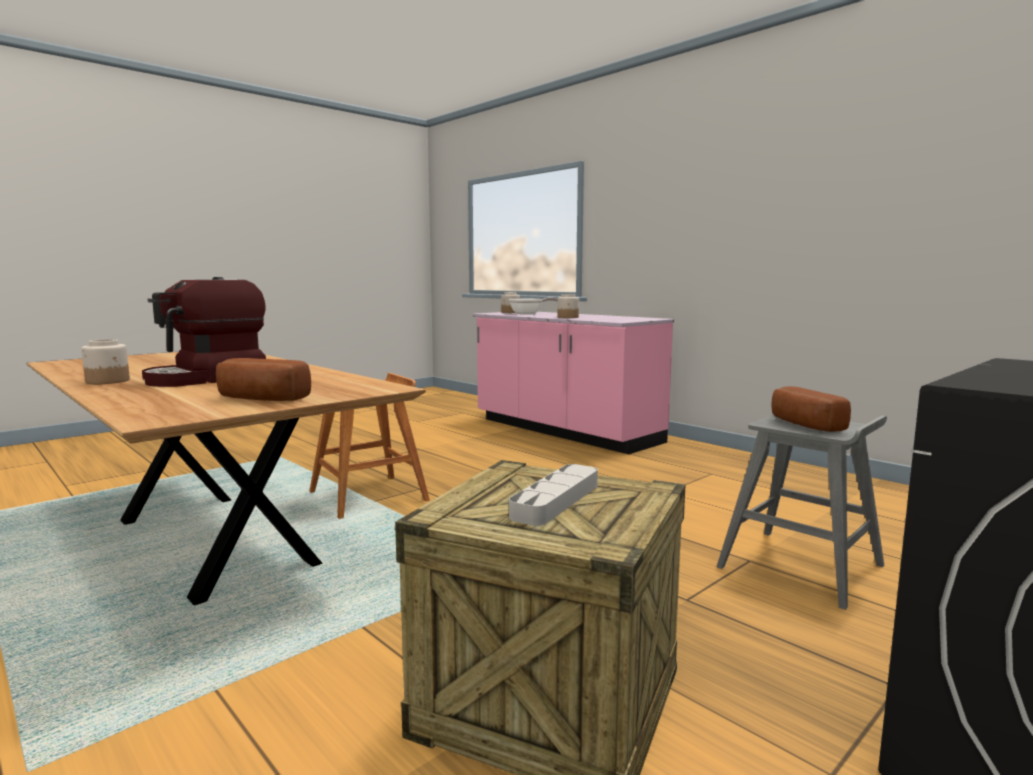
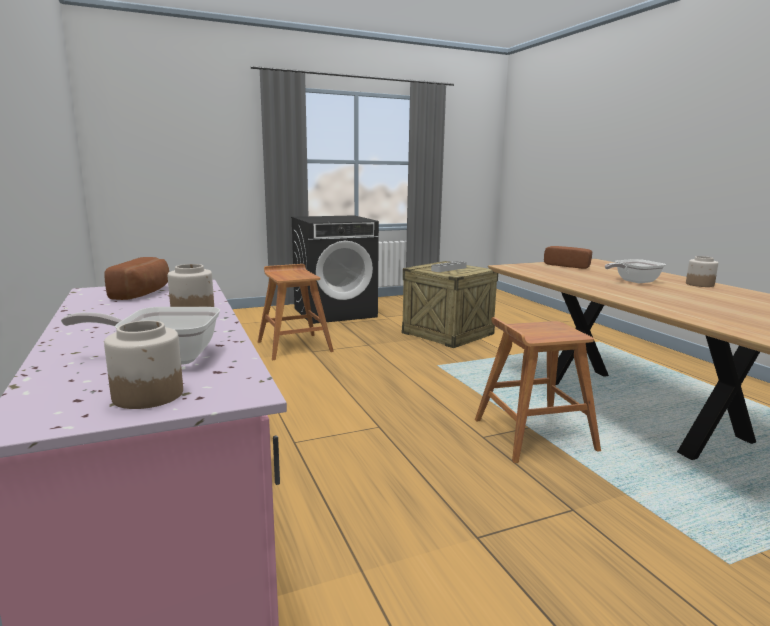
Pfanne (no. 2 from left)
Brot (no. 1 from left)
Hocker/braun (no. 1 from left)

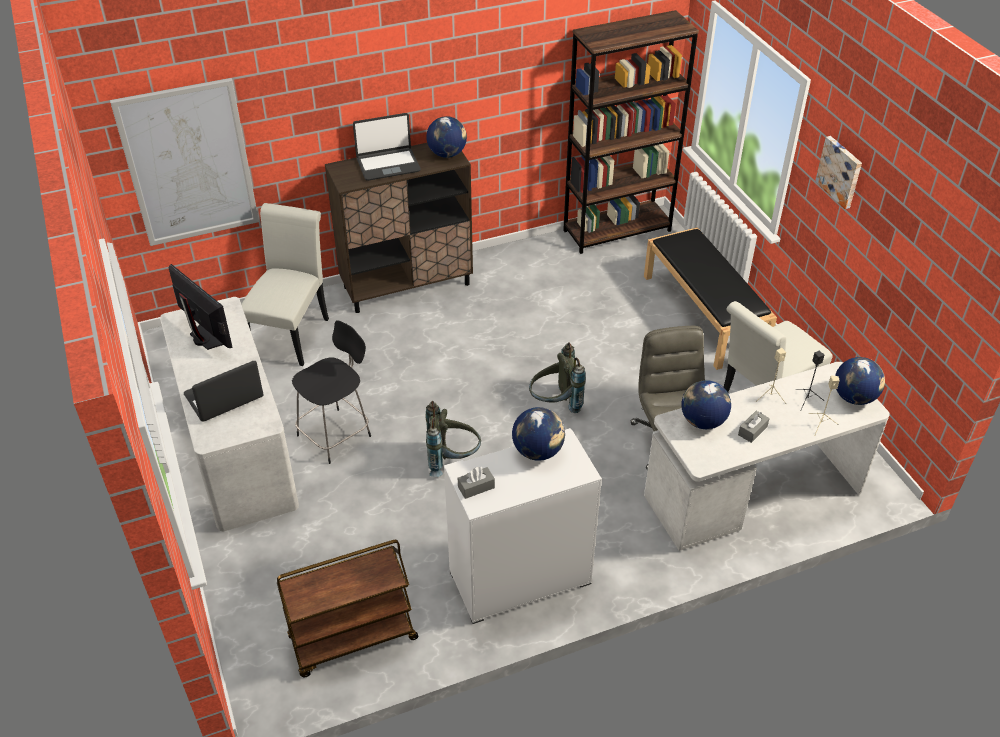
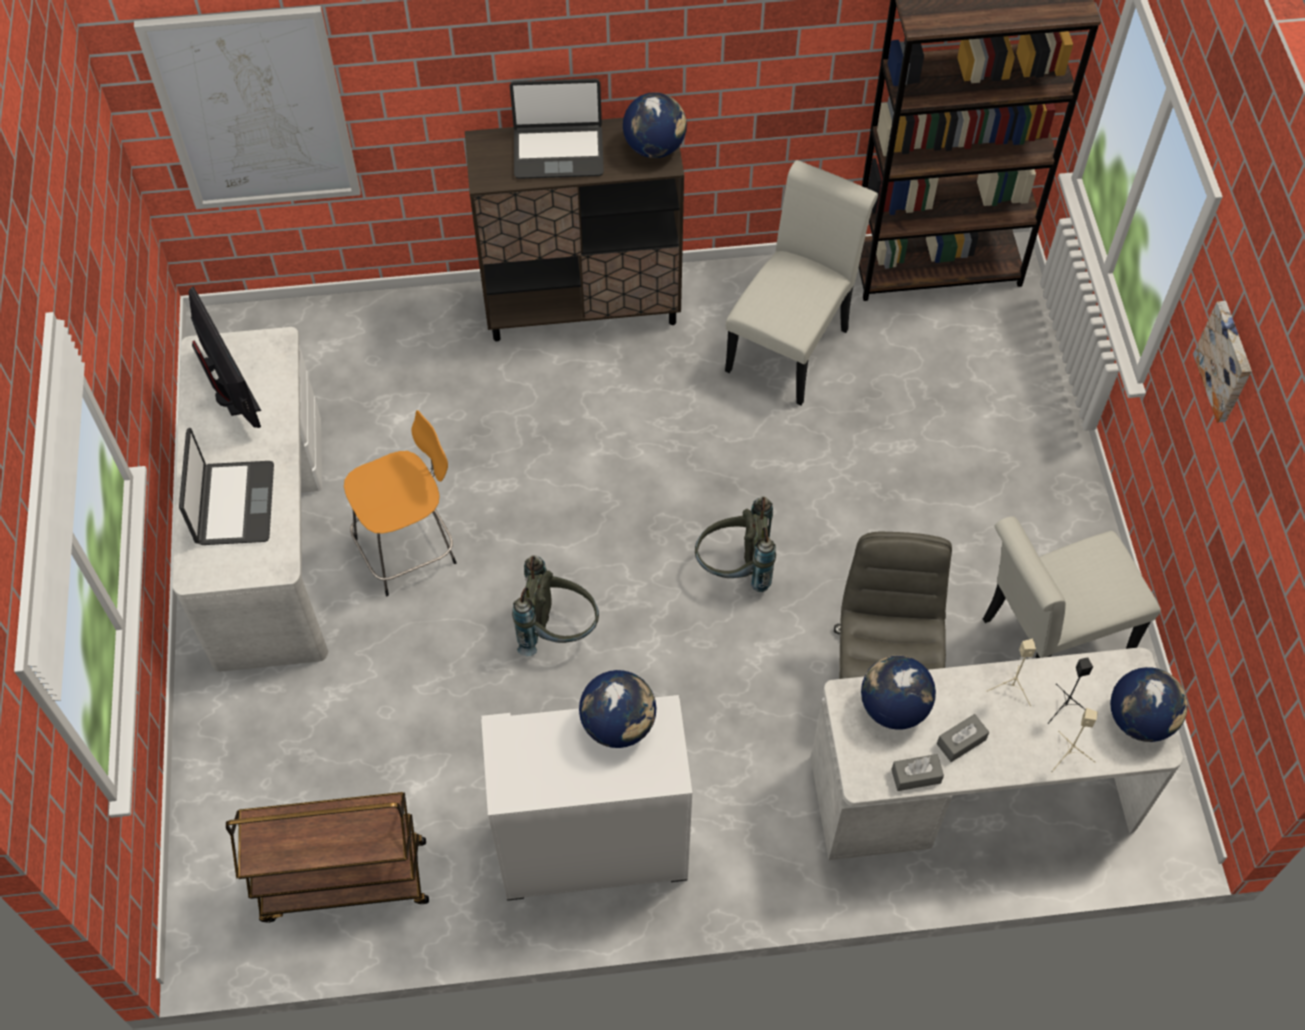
Stuhl/weiß (no. 1 from left)
Bank/schwarz
Hocker/orange
Laptop (no. 1 from left)
Taschentuchbox/grau (no. 1 from left)

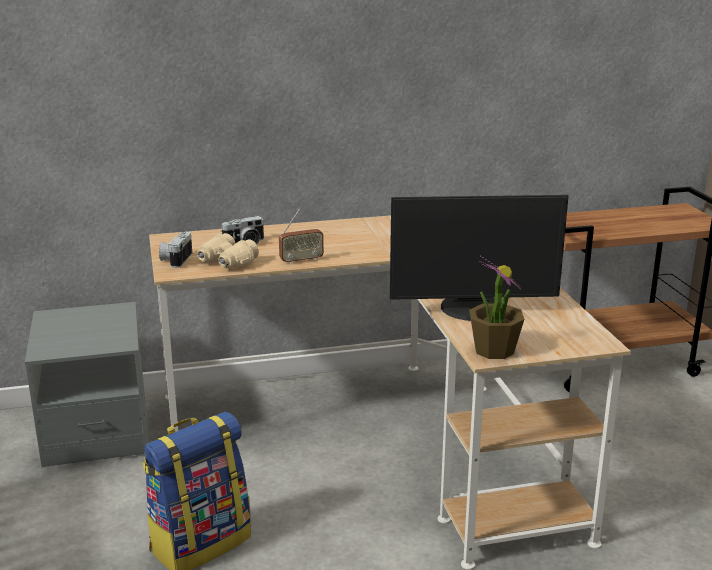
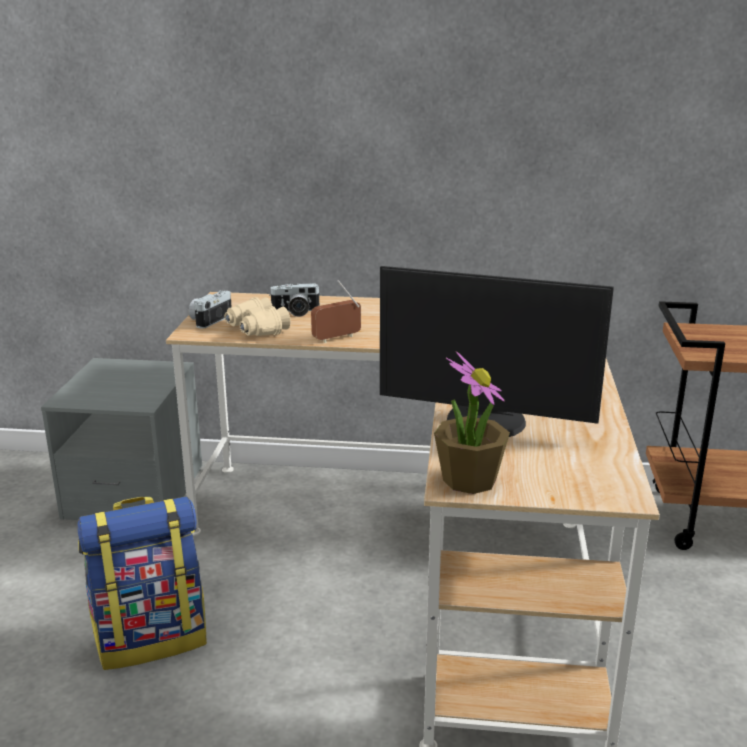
Radio

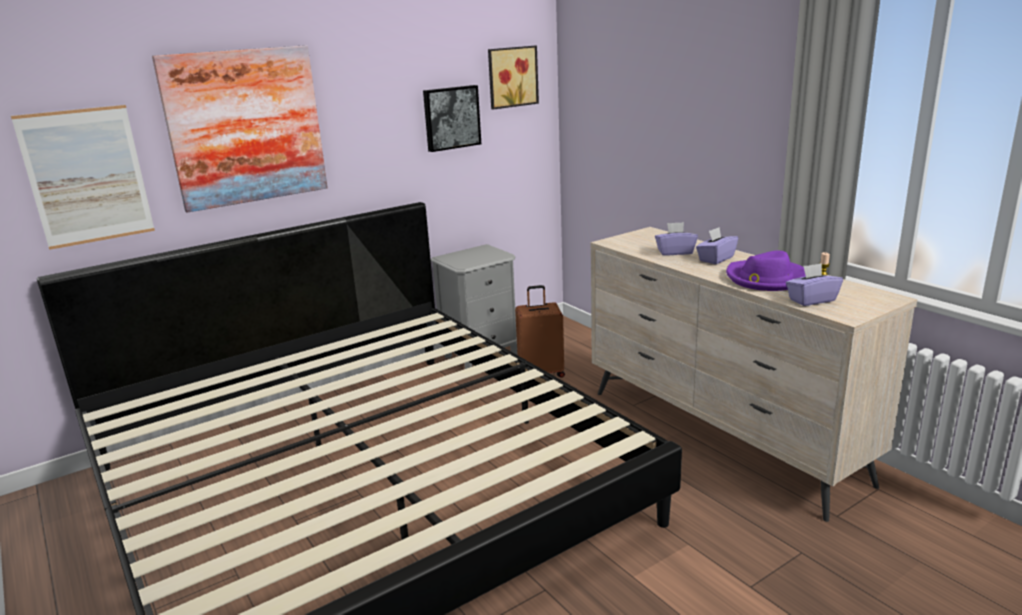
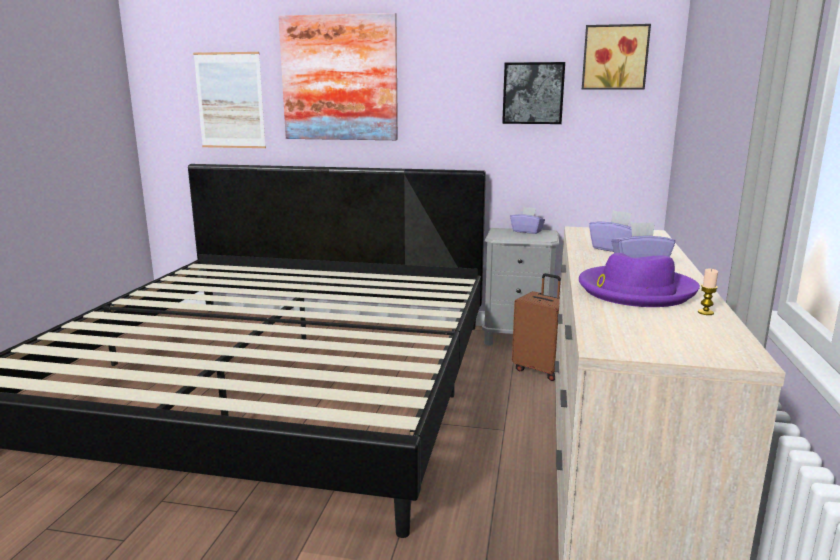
Taschentuchbox/lila (no. 1 from left)

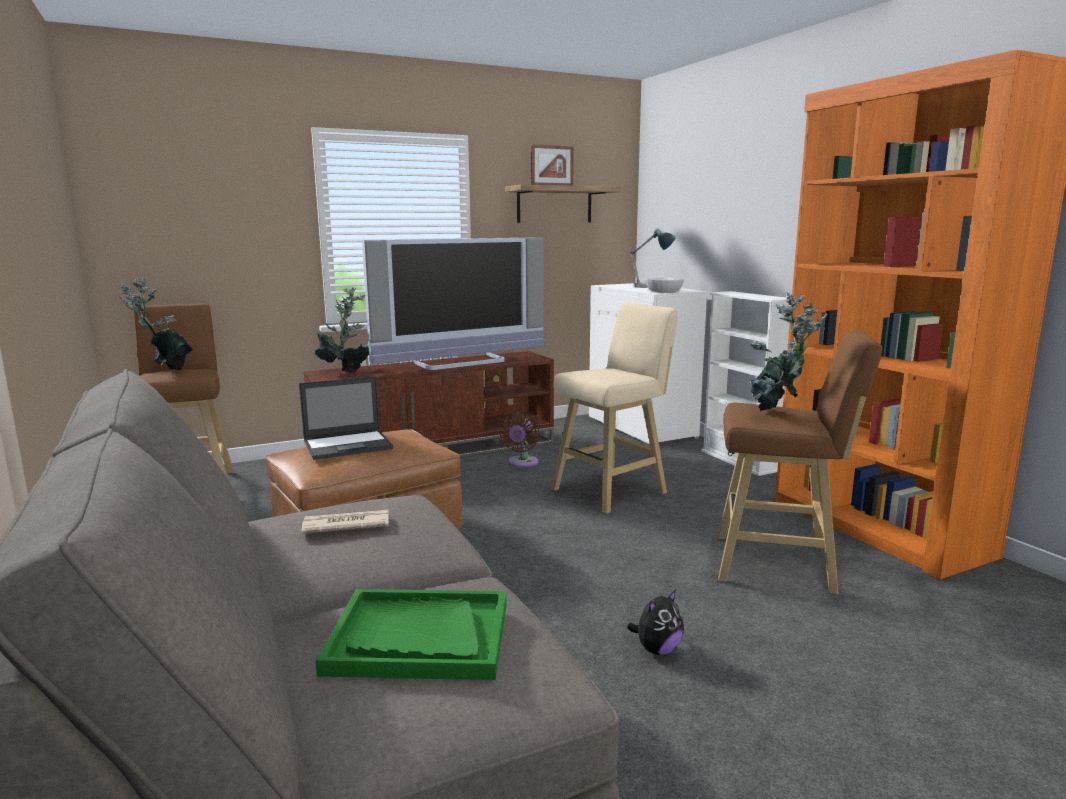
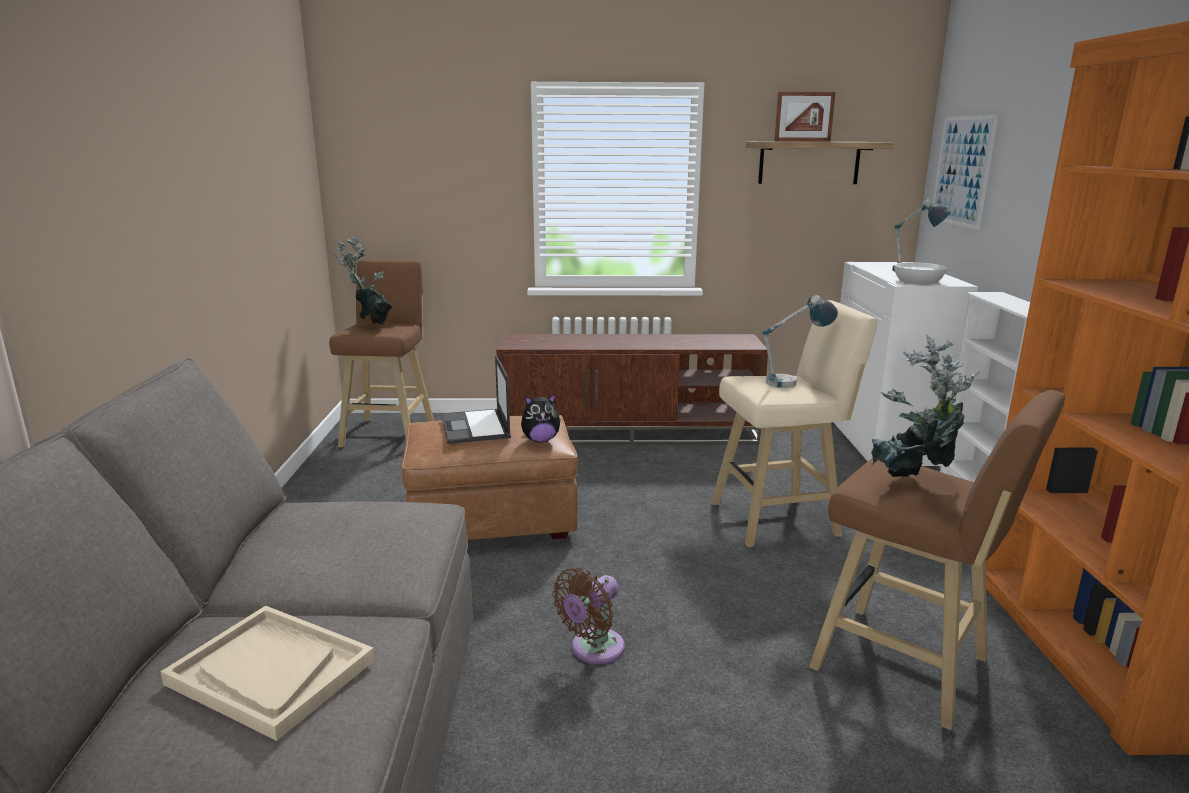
Fernseher
Topfpflanze (no. 2 from left in the first image)
Laptop
Ventilator/braun
Zeitung
Tablett/beige
Plüschtier
Bild
Tischlampe (no. 1 from left)

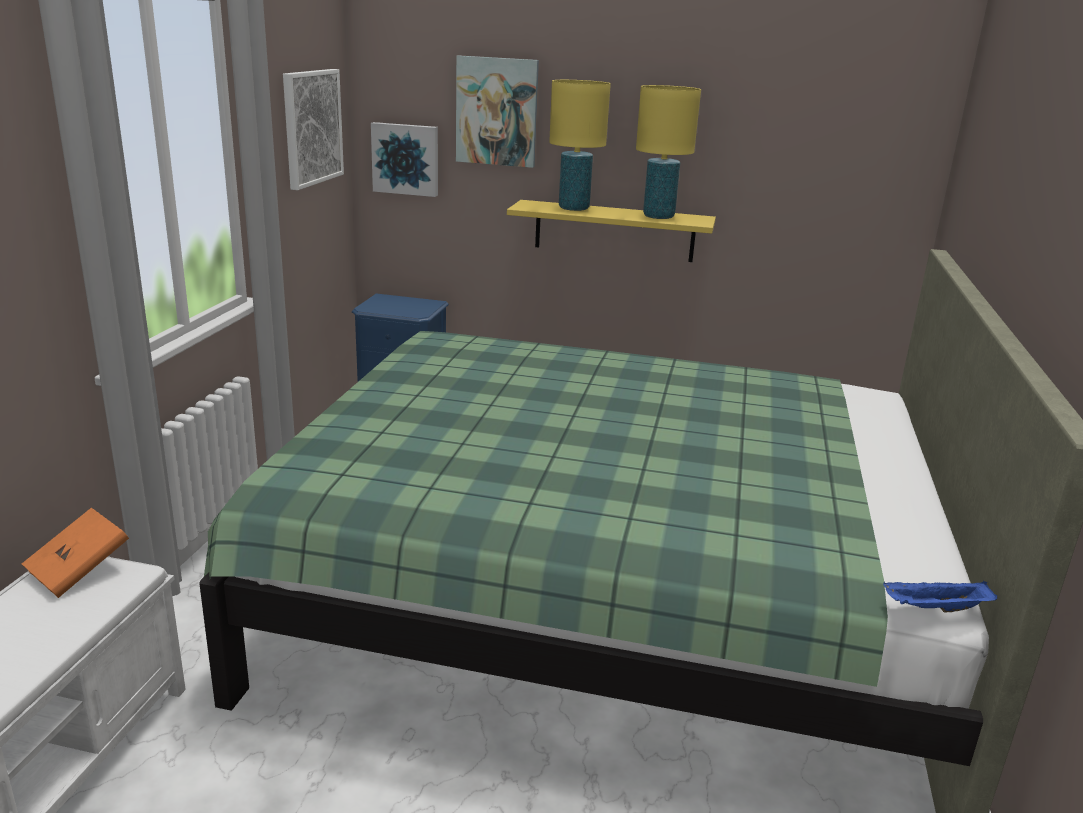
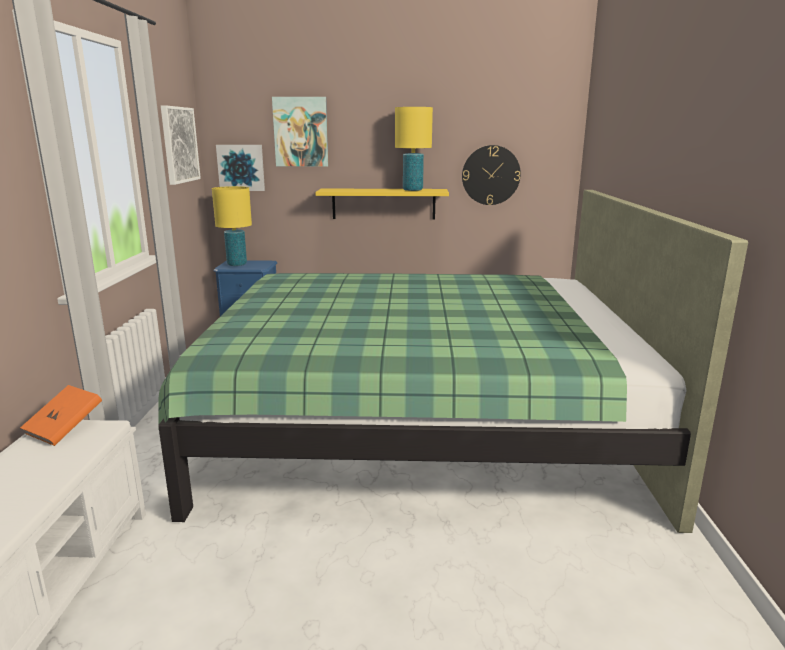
Tischlampe/gelb (no. 1 from left)
Tablett/blau
Wanduhr

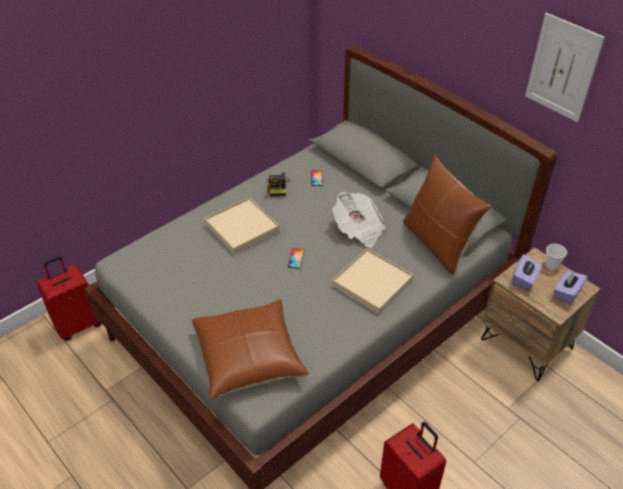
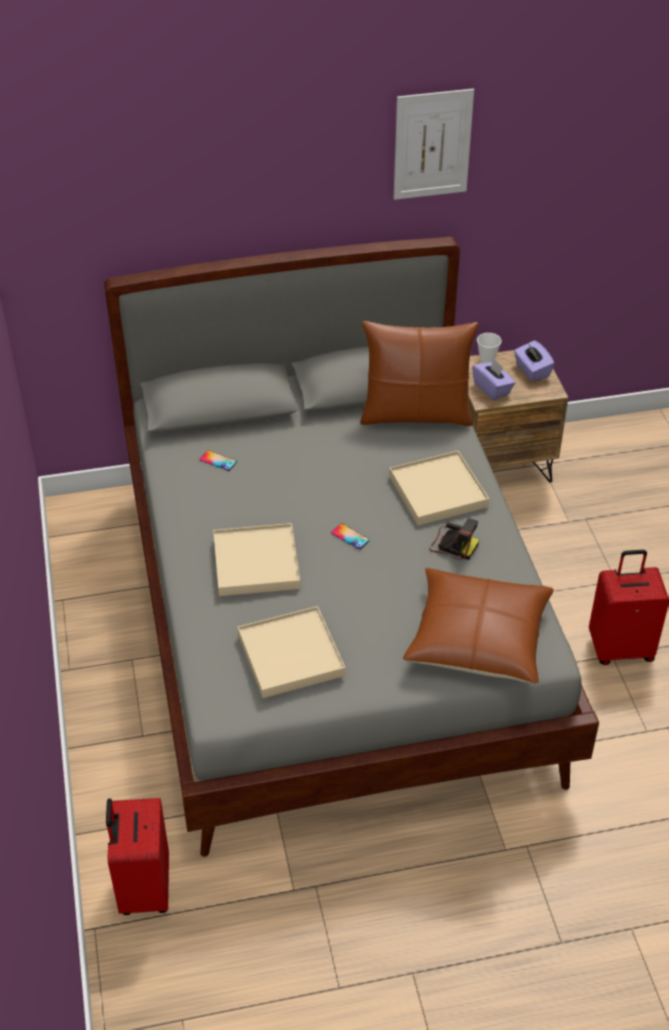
Kamera
Zeitung
Tablett/beige (no. 2 from left)

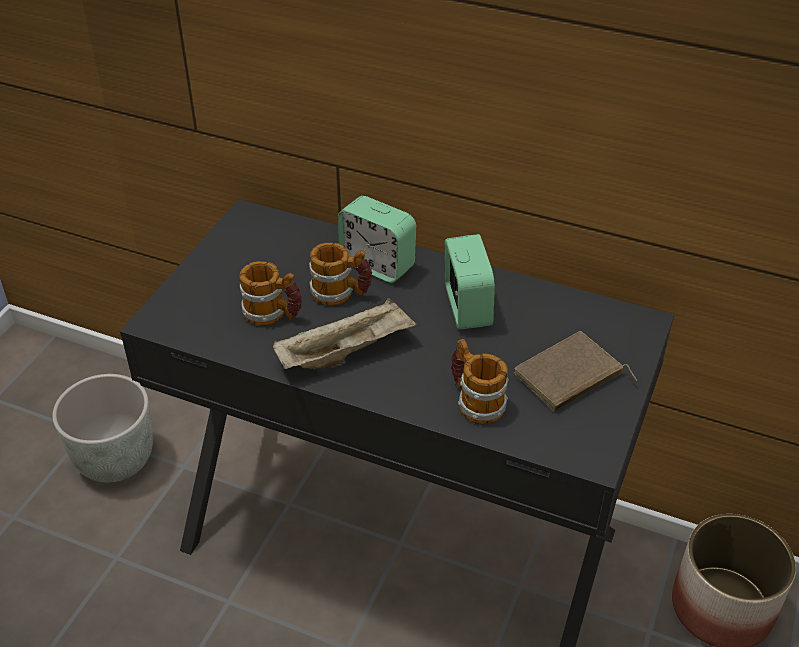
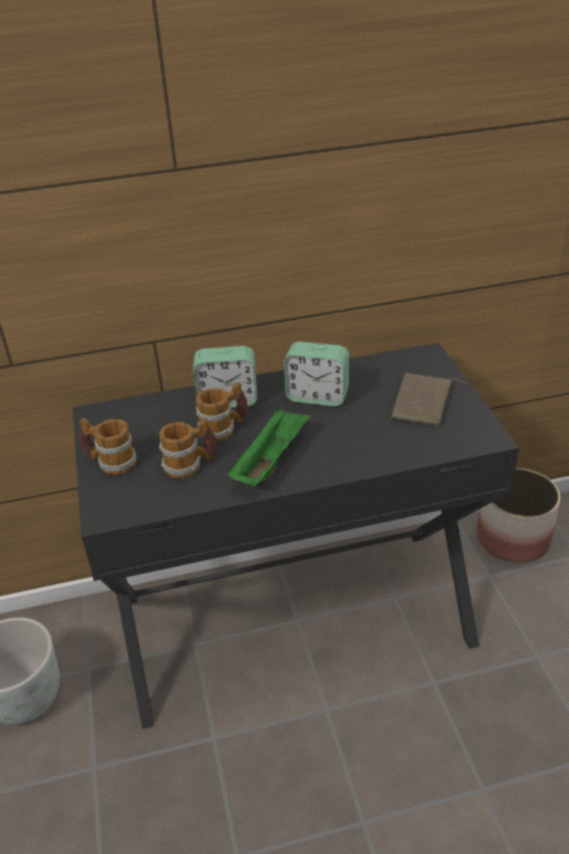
Wecker (no. 2 from left)
Tablett/grün
Henkelbecher (no. 1 from left)

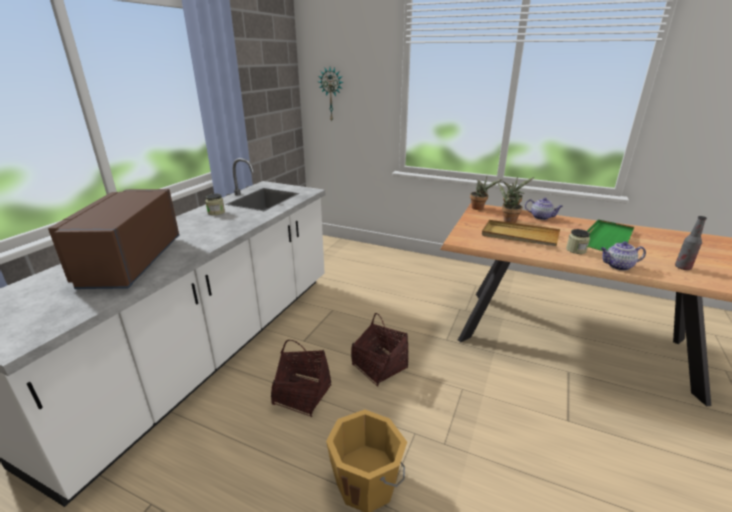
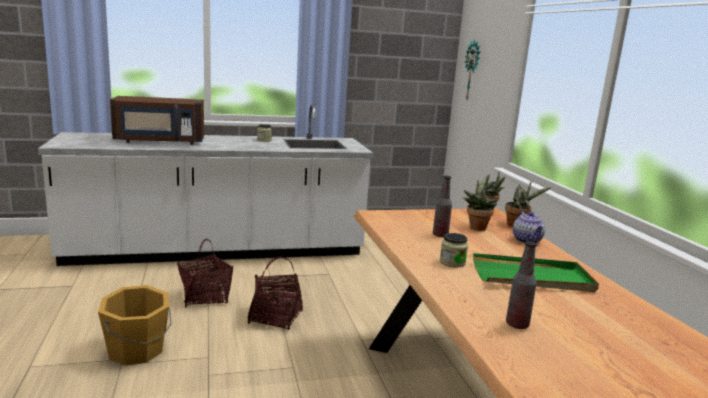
Mikrowelle/braun
Flasche (no. 1 from left)
Teekanne (no. 2 from left in the first image)

